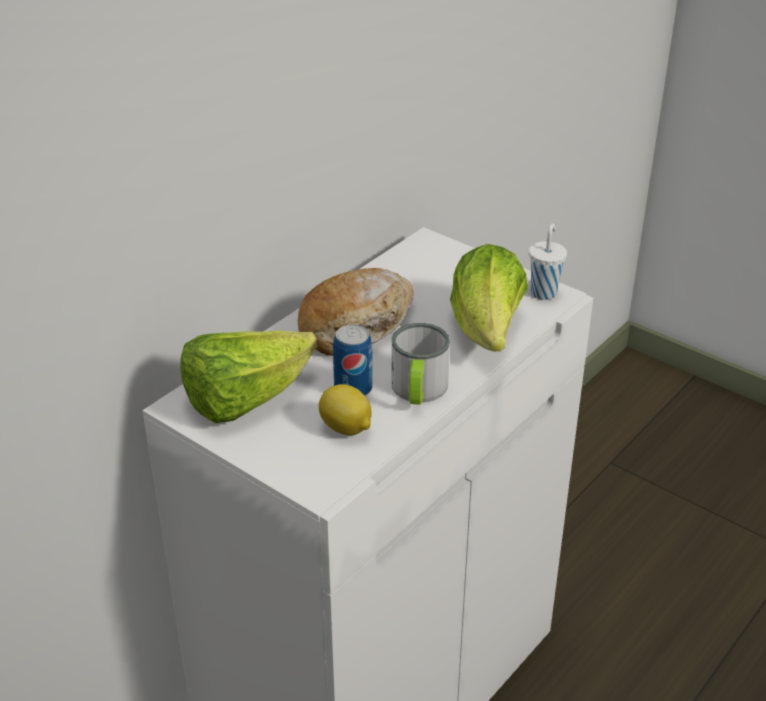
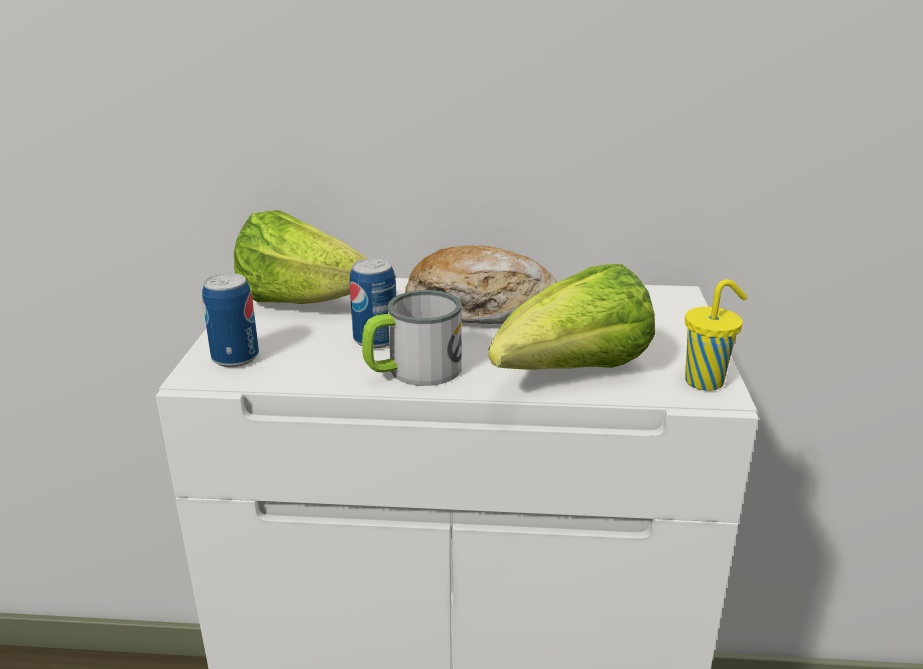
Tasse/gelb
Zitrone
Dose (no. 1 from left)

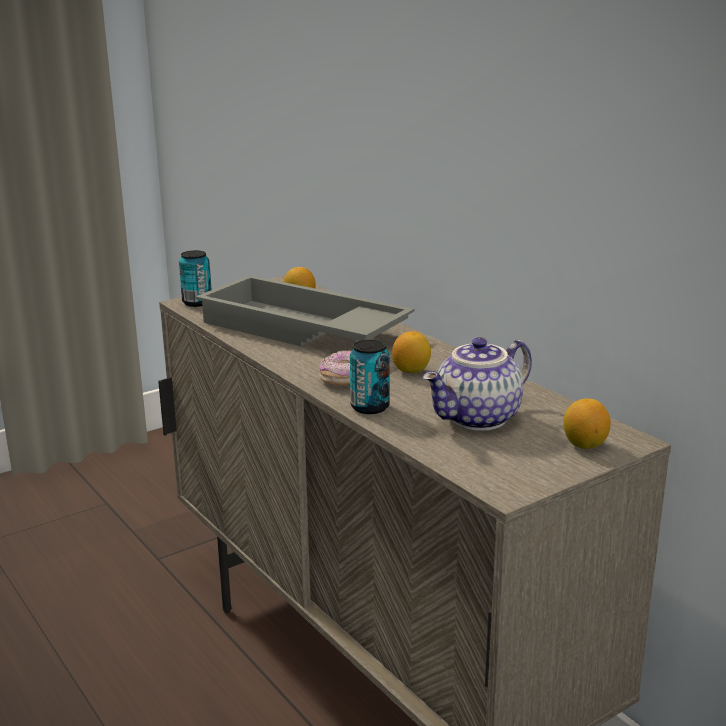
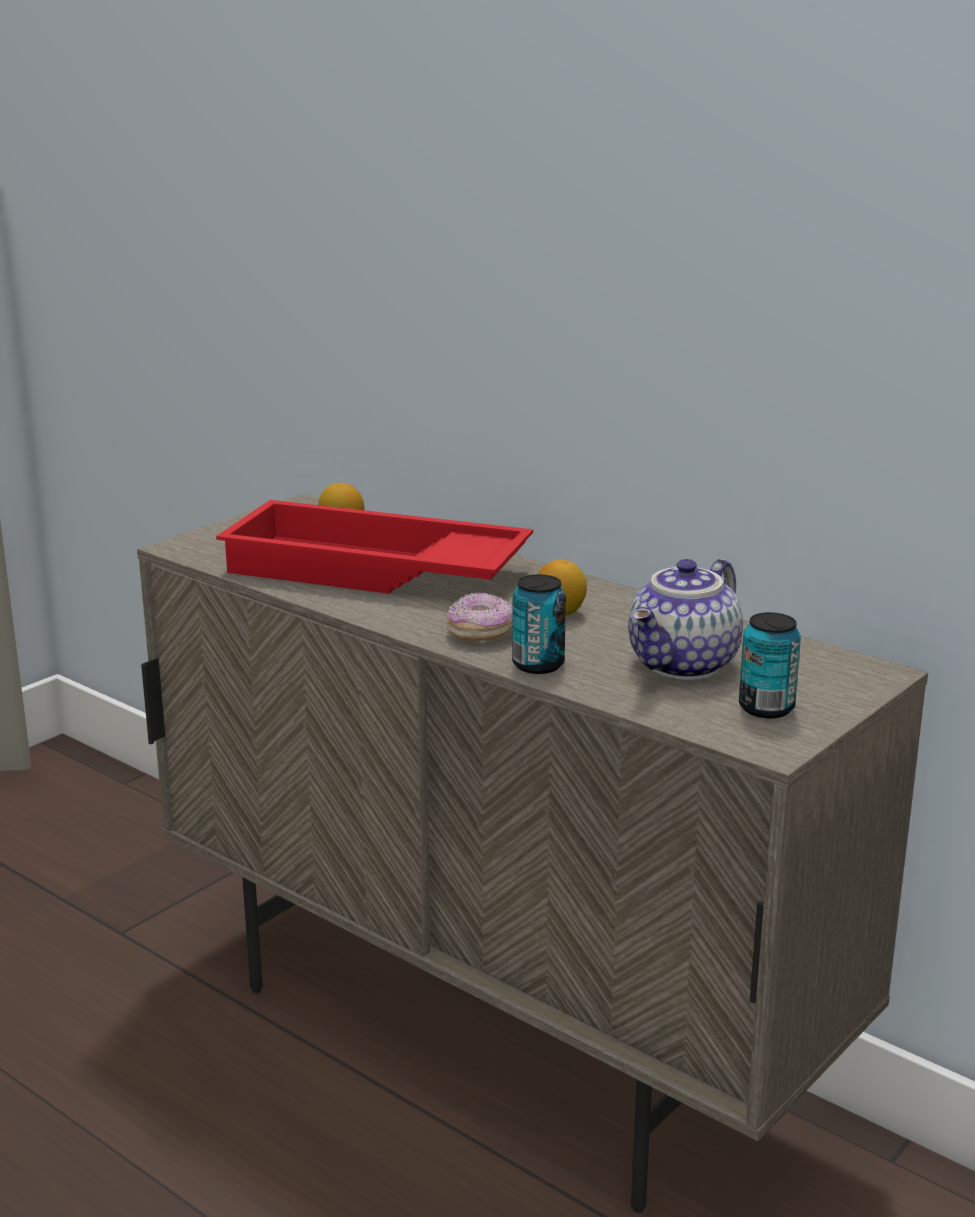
Dose (no. 2 from left)
Tablett/rot
Zitrone (no. 3 from left in the first image)

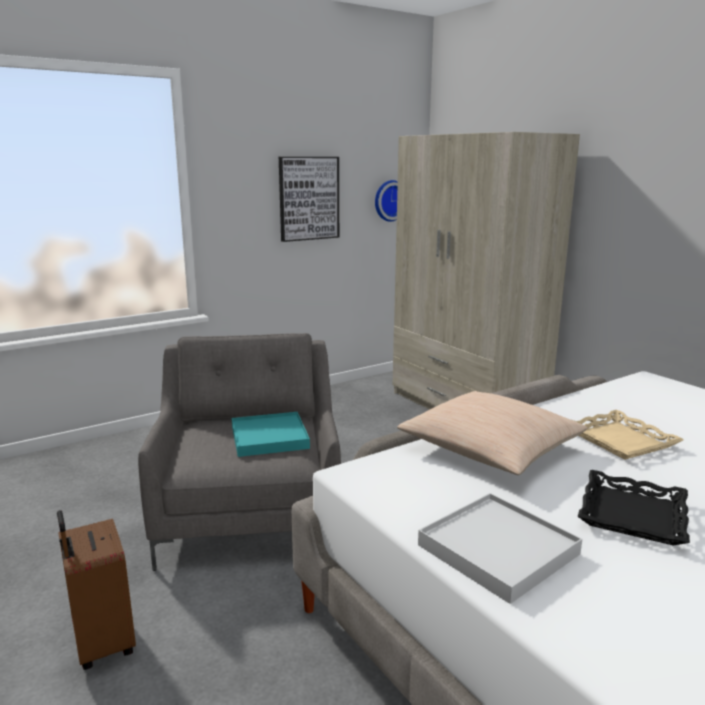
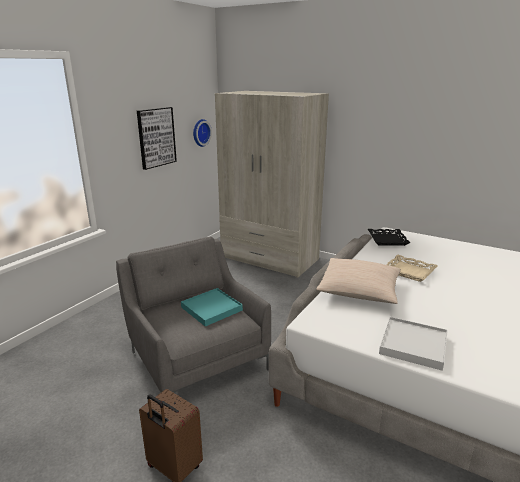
Tablett/schwarz

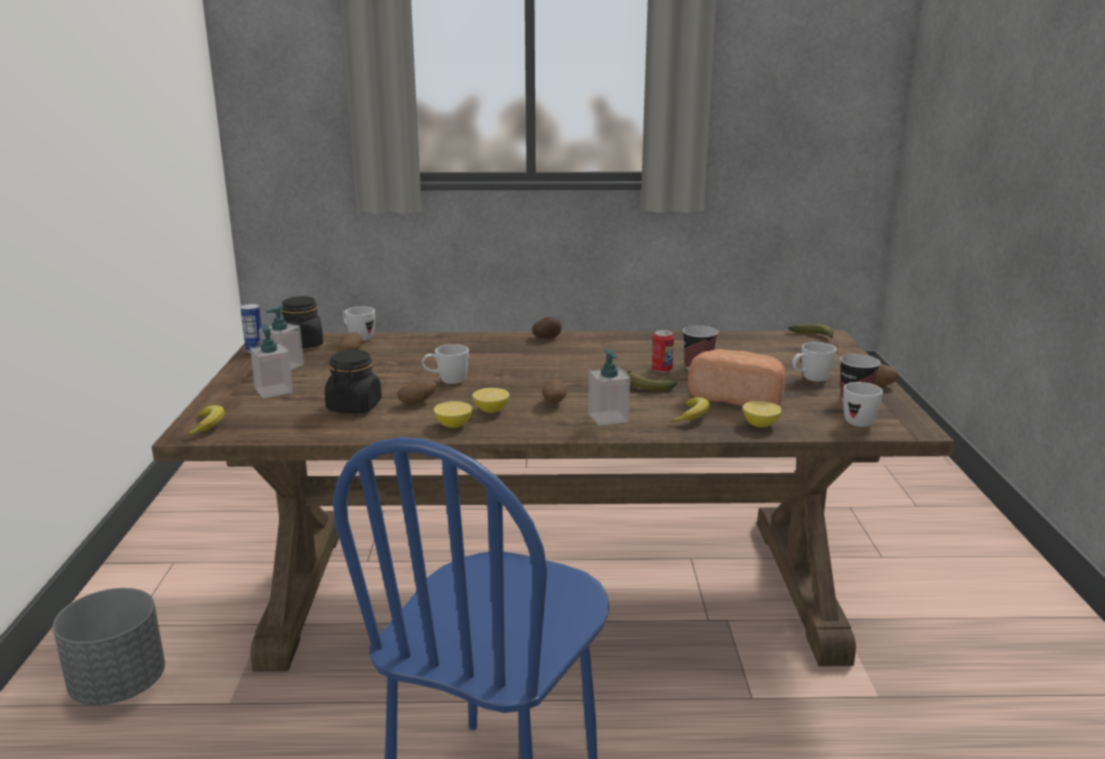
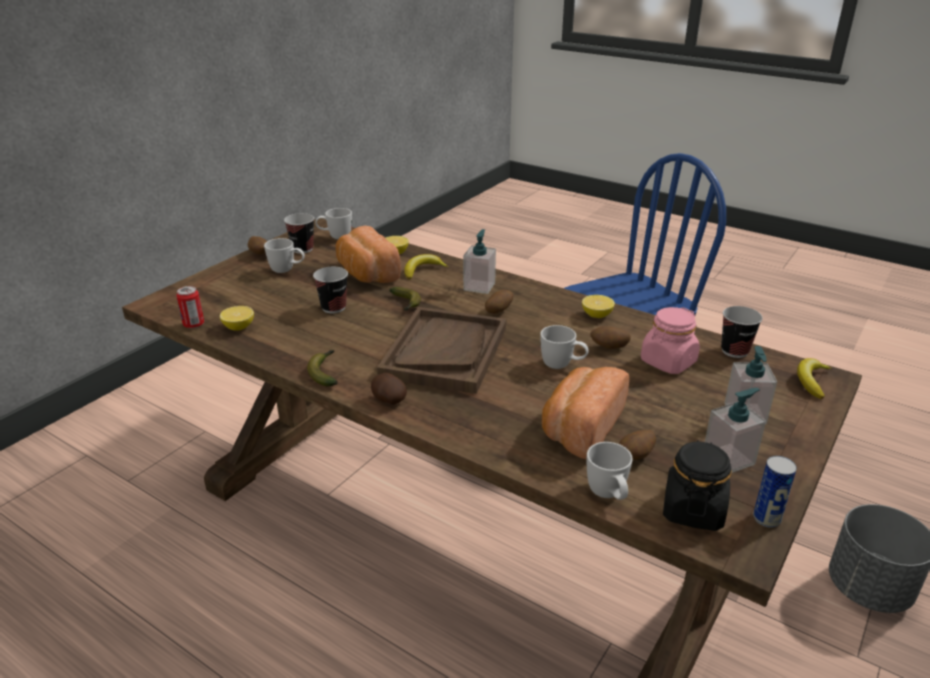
Banane (no. 1 from left)
Dose (no. 1 from left)
Vorratsglas/rosa
Zitrone (no. 1 from left)
Tasse (no. 3 from left)
Tablett/braun
Brot (no. 2 from left)

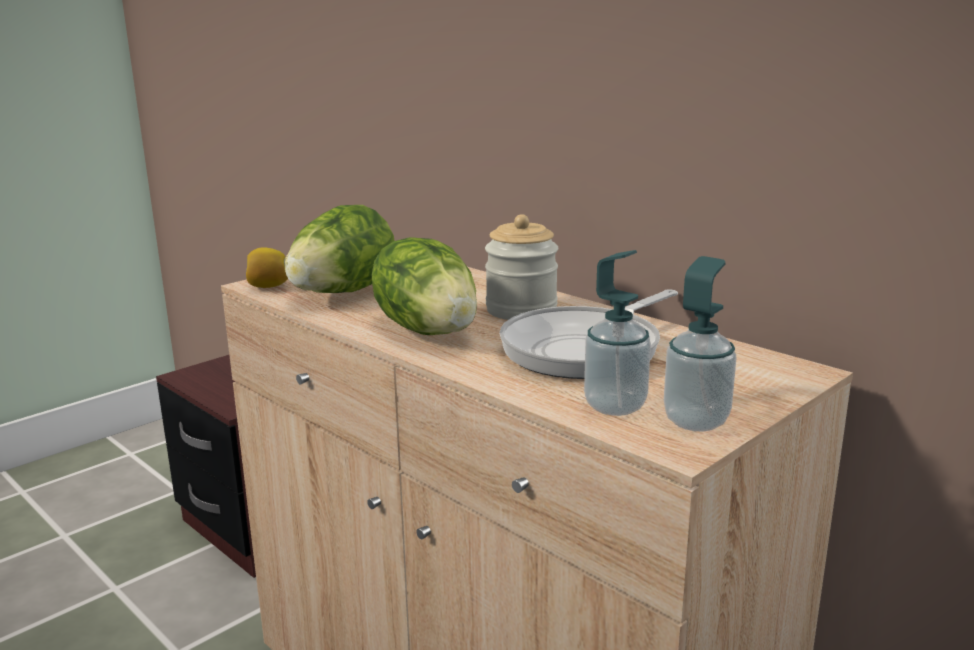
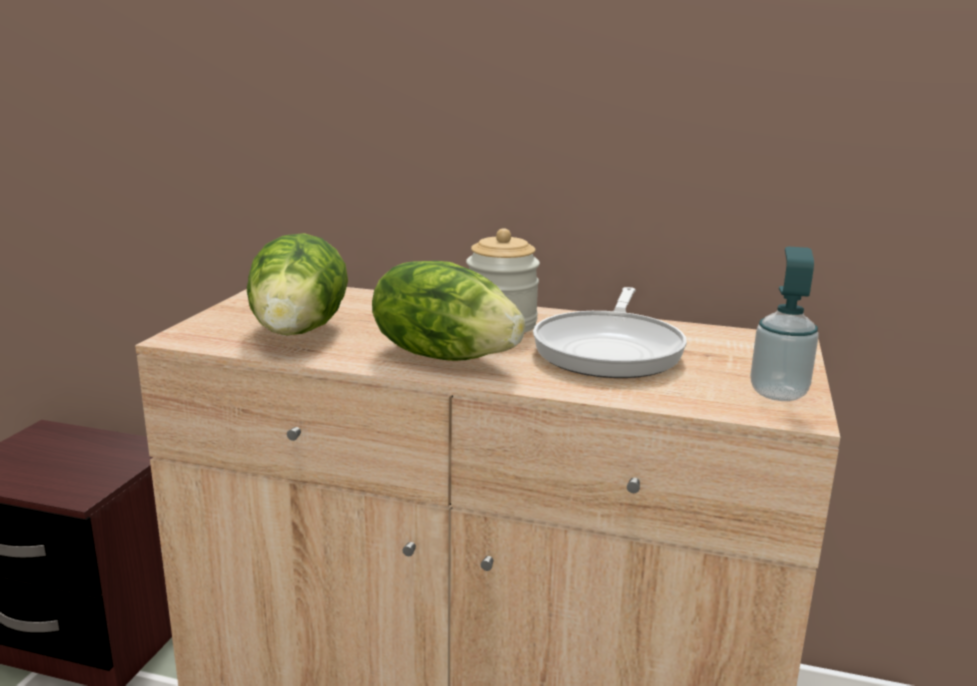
Zitrone
Seifenspender (no. 1 from left in the first image)

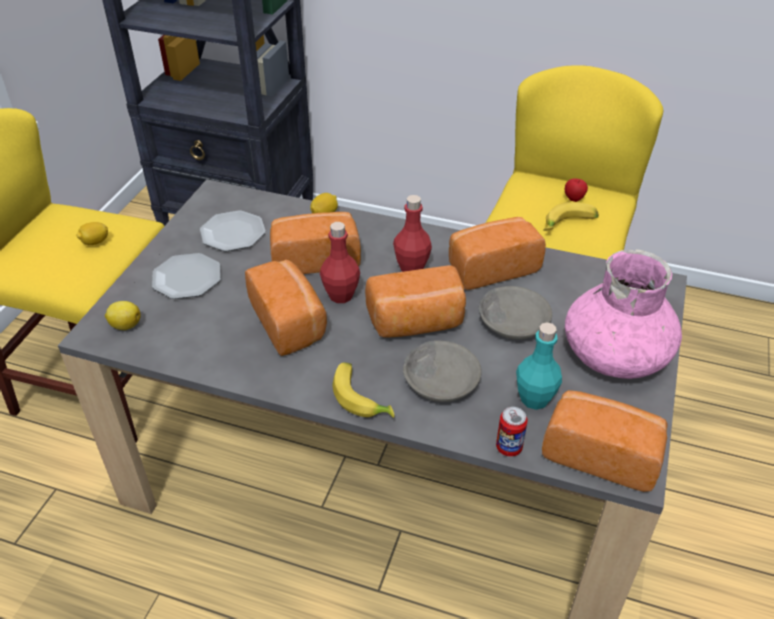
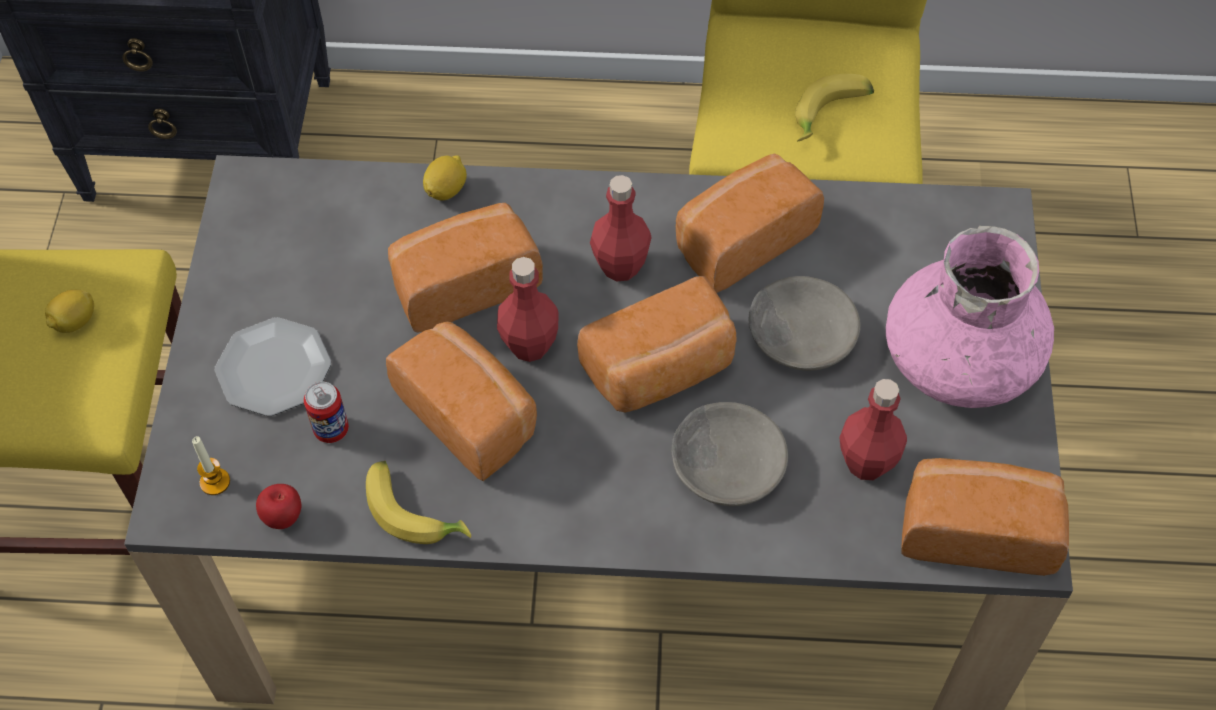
Apfel
Teller (no. 2 from left in the first image)
Kerze
Flasche/rot (no. 3 from left)
Banane (no. 1 from left)
Dose

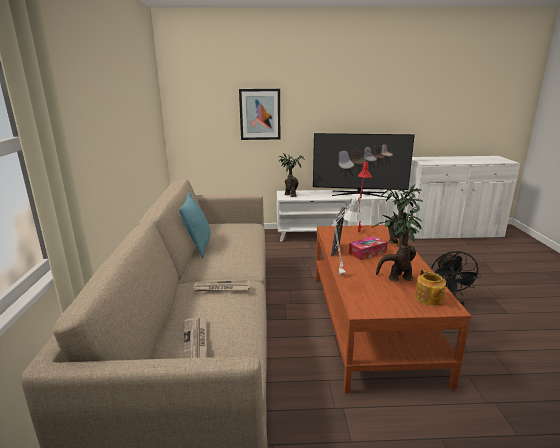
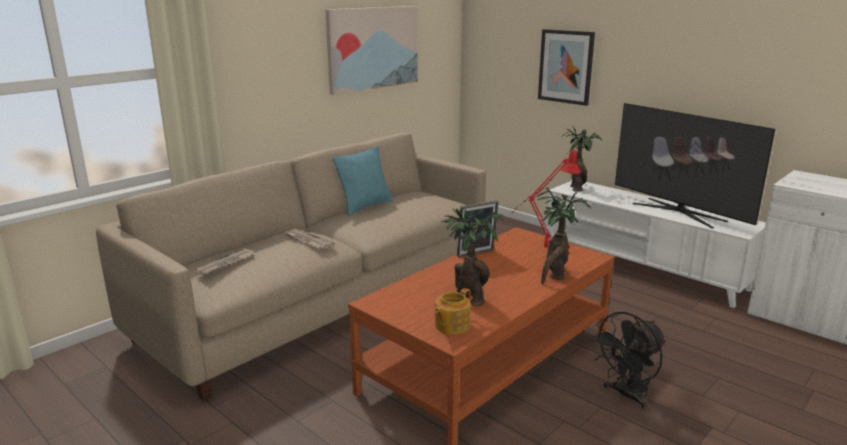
Tischlampe/grau
Taschentuchbox
Bild (no. 1 from left)

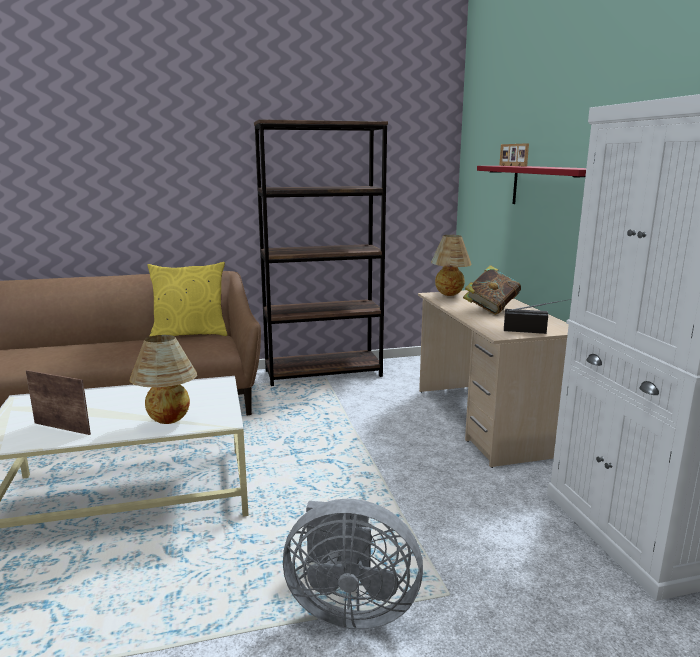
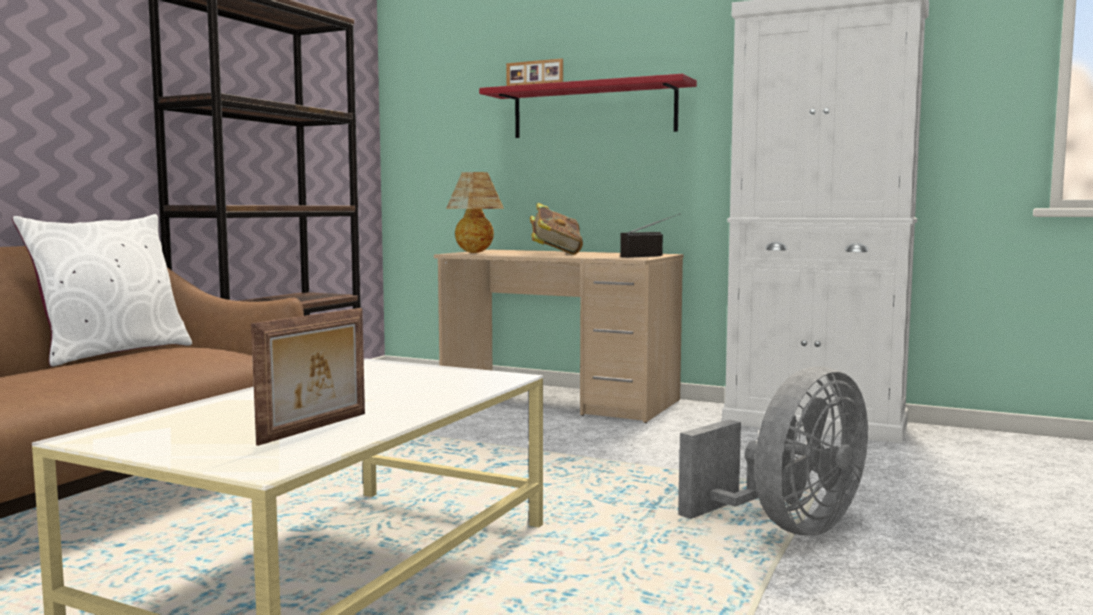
Kissen/weiß
Tischlampe (no. 1 from left in the first image)
Bilderrahmen (no. 1 from left)

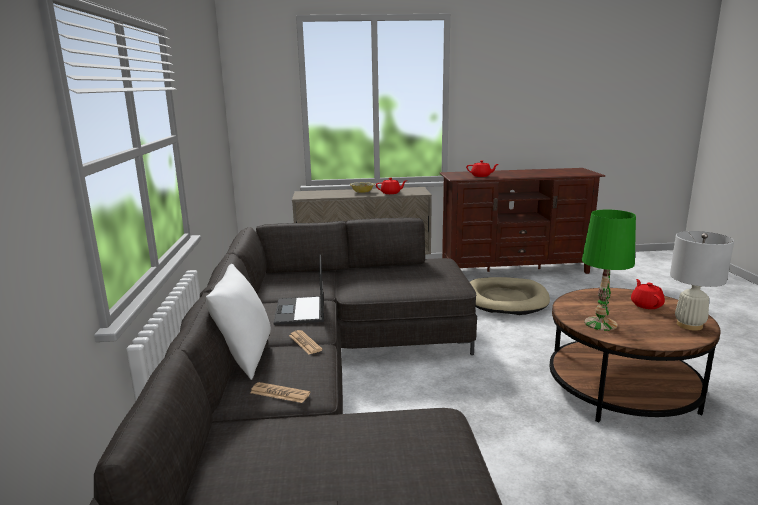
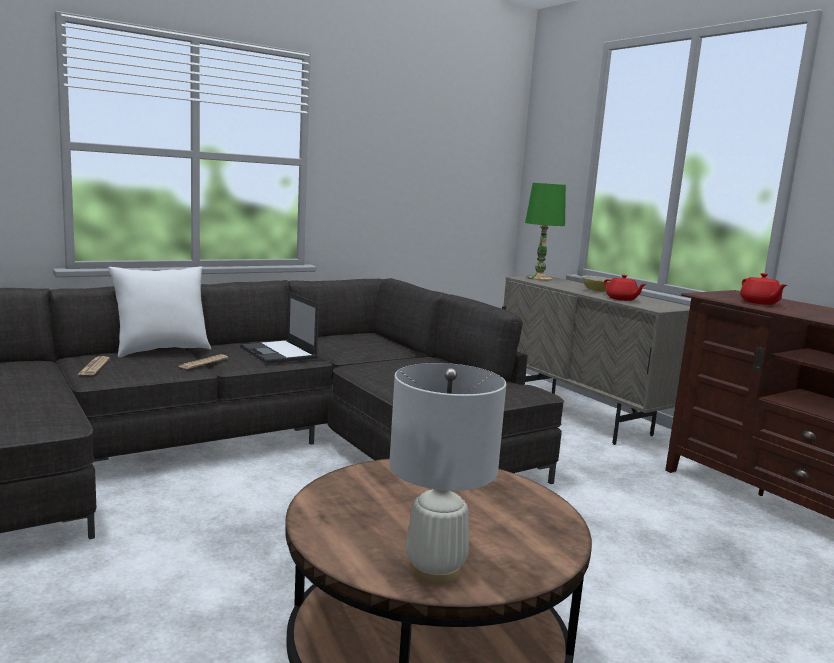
Tischlampe/grün
Laptop
Hundebett/beige
Teekanne/rot (no. 3 from left in the first image)

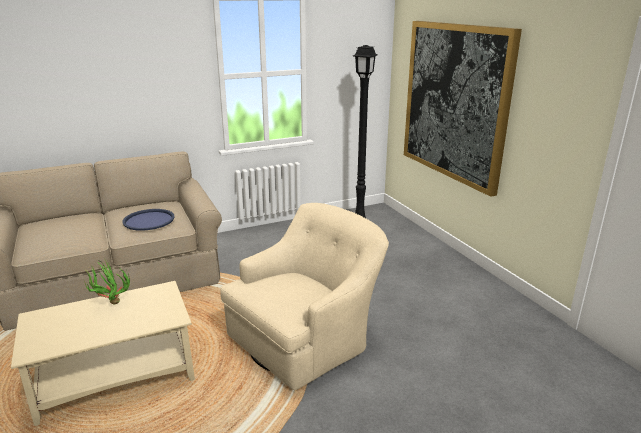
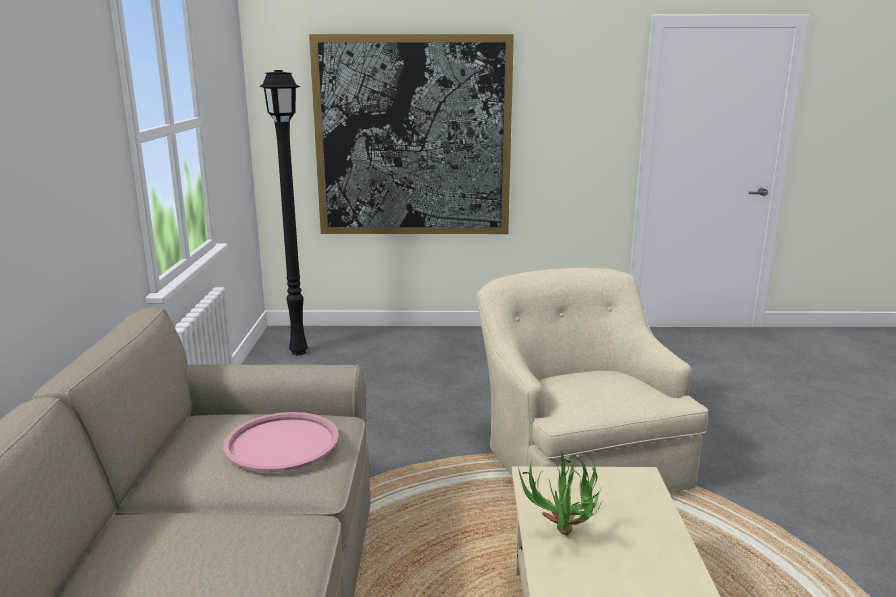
Tablett/rosa

